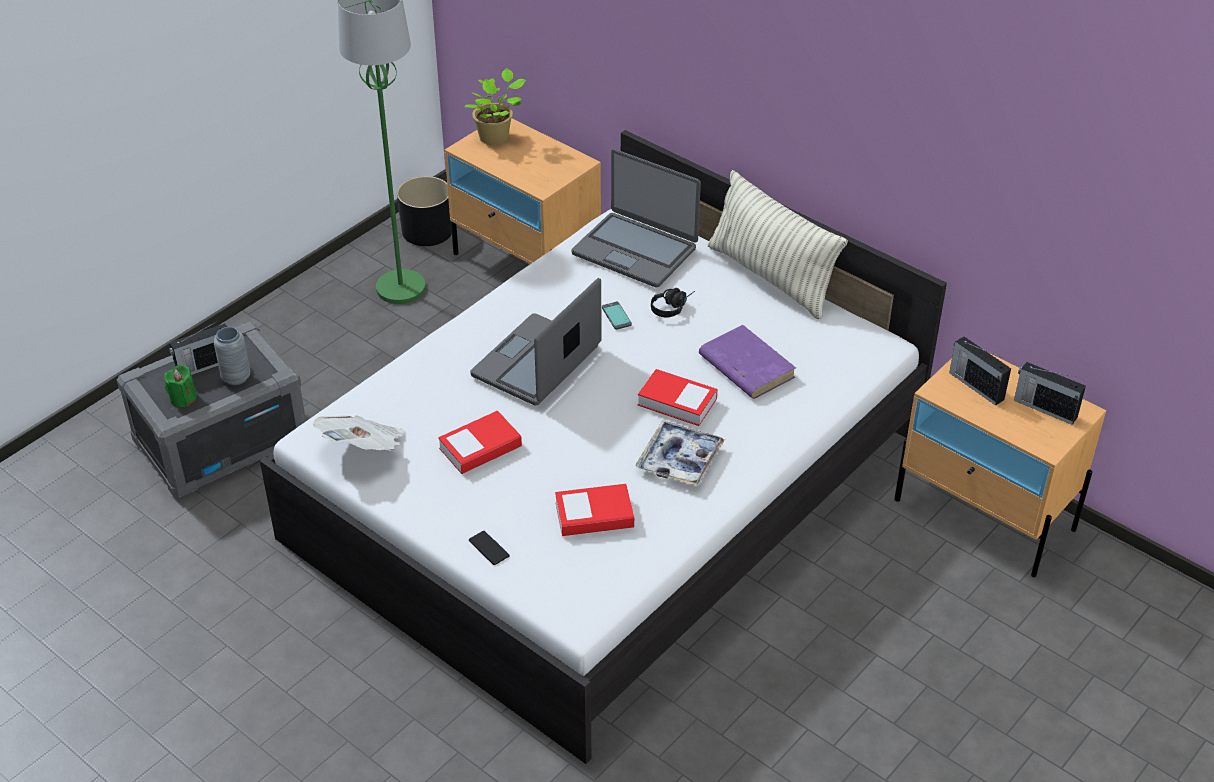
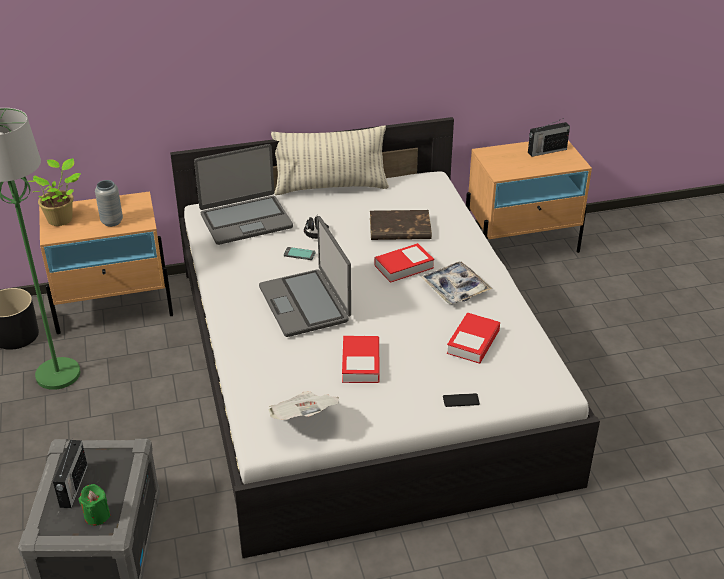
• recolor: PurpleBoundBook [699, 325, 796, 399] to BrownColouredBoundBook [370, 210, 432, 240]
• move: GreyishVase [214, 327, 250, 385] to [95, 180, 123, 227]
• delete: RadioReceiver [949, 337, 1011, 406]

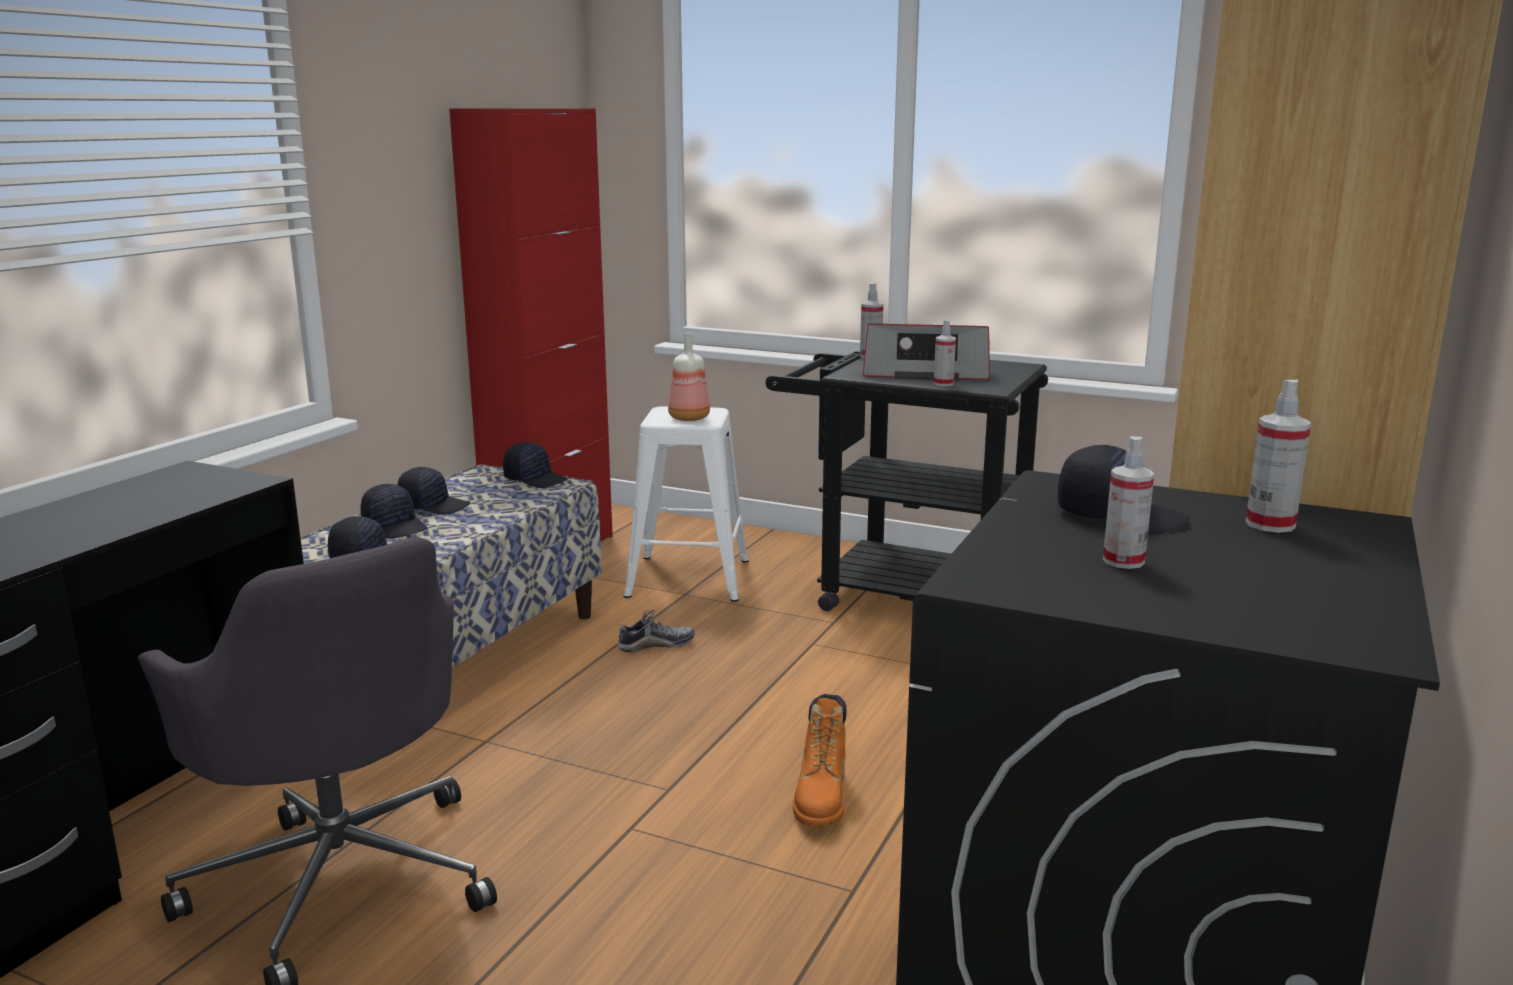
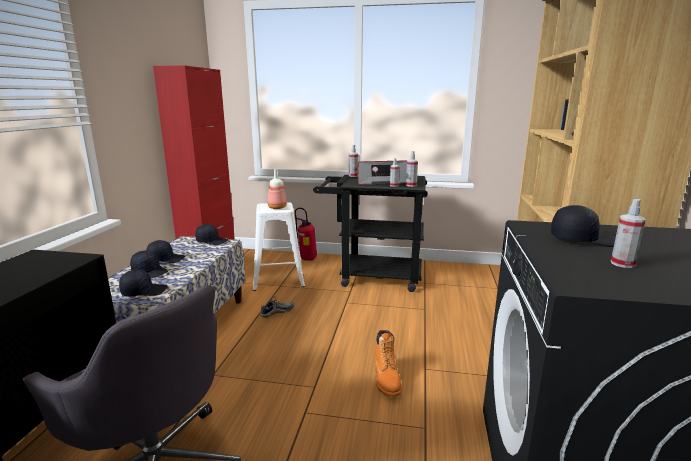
• move: HandSprayer [1246, 380, 1311, 533] to [406, 151, 418, 187]
• insert: Extinguisher [295, 208, 317, 261]

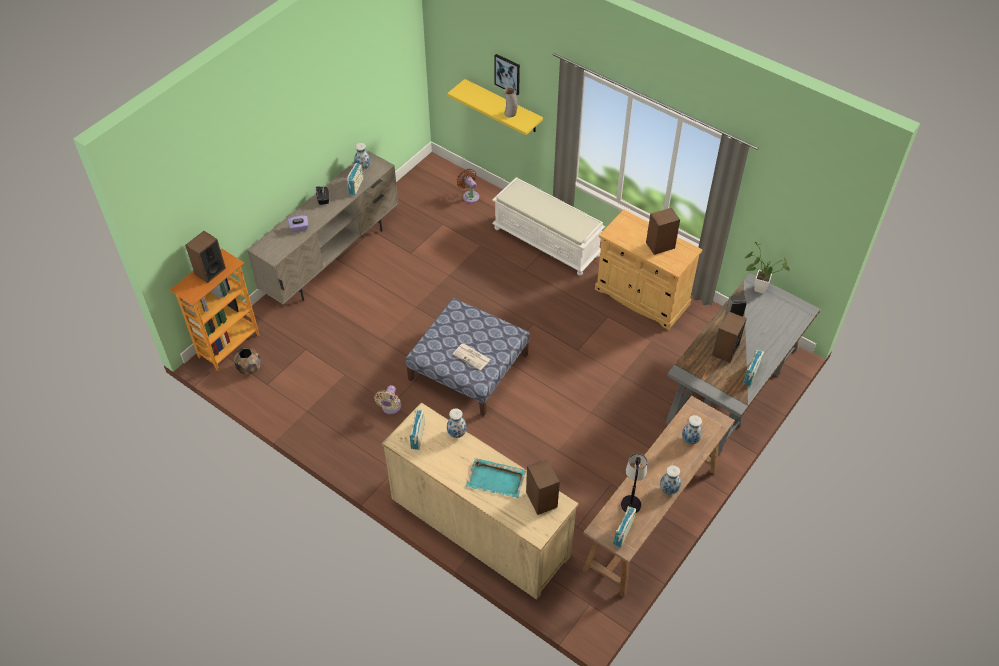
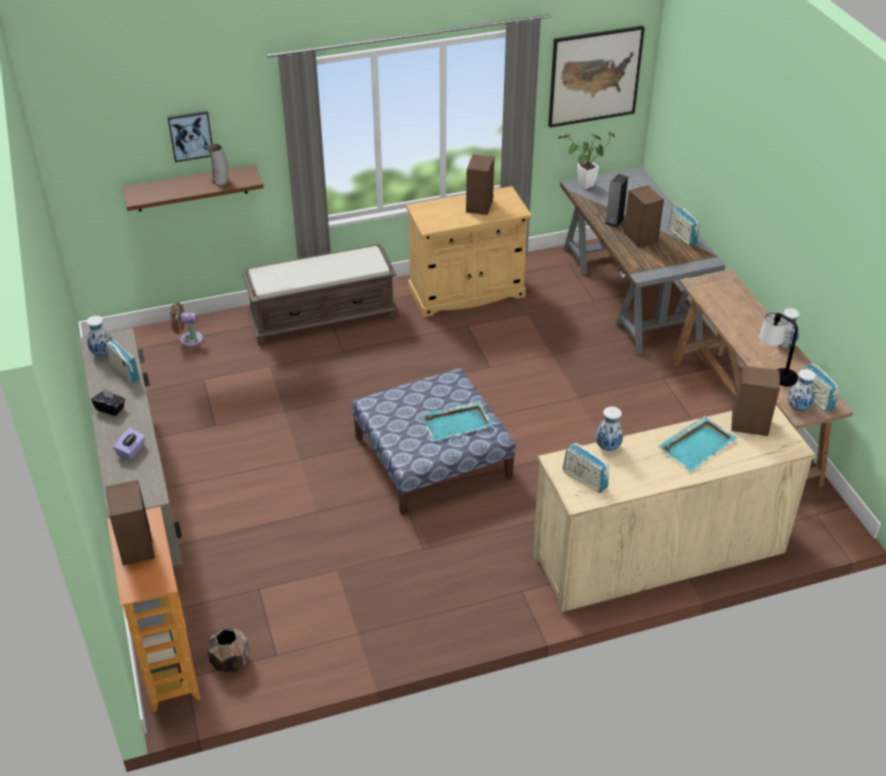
• recolor: YellowColouredWallShelf [447, 79, 543, 135] to BrownColouredWallShelf [122, 165, 264, 212]
• recolor: WhiteColouredIndoorBench [492, 177, 605, 276] to BrownColouredIndoorBench [242, 244, 398, 345]
• replace: DailyPaper [453, 343, 491, 371] to BlueGreenTray [421, 401, 493, 441]
• delete: SandColouredFan [374, 385, 401, 415]
• move: Vase [682, 415, 702, 444] to [788, 369, 816, 411]
• insert: WallArt [548, 26, 645, 127]

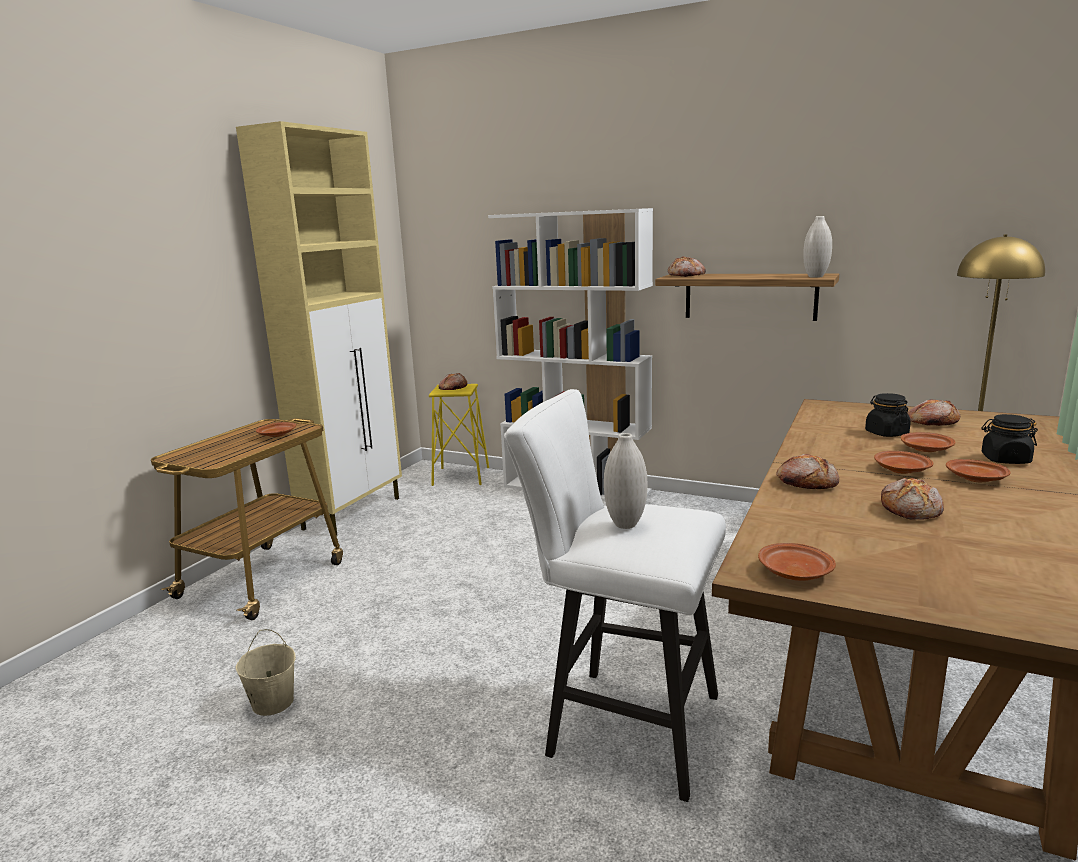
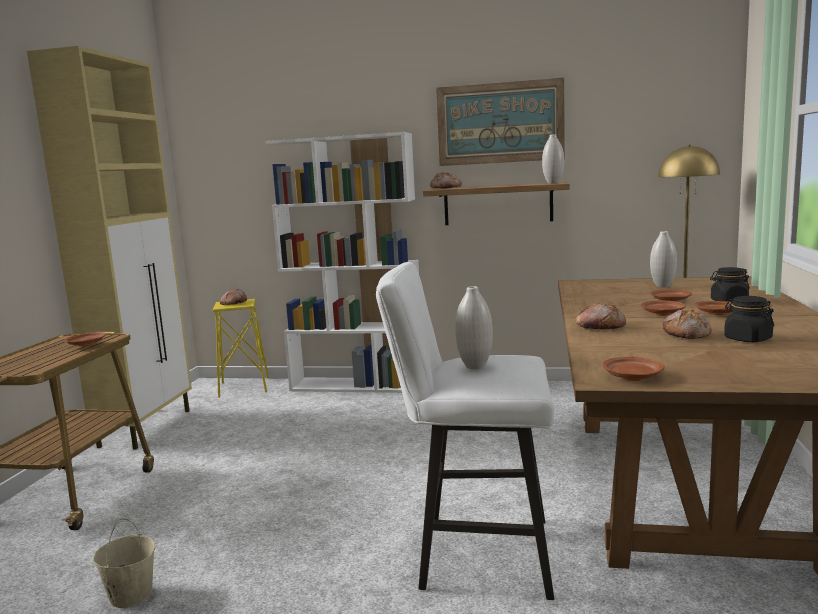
• move: BlackStorageJar [865, 393, 911, 437] to [724, 296, 774, 342]
• replace: Bread [907, 399, 960, 426] to WhiteColouredVase [650, 231, 677, 287]
• insert: WallArt [436, 78, 565, 166]

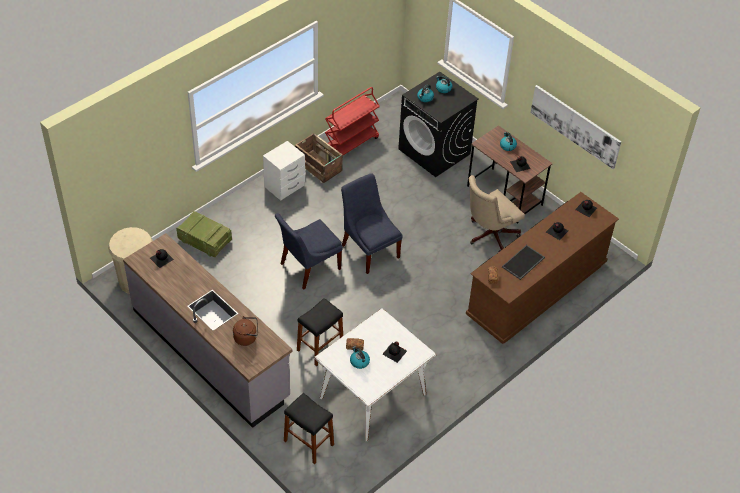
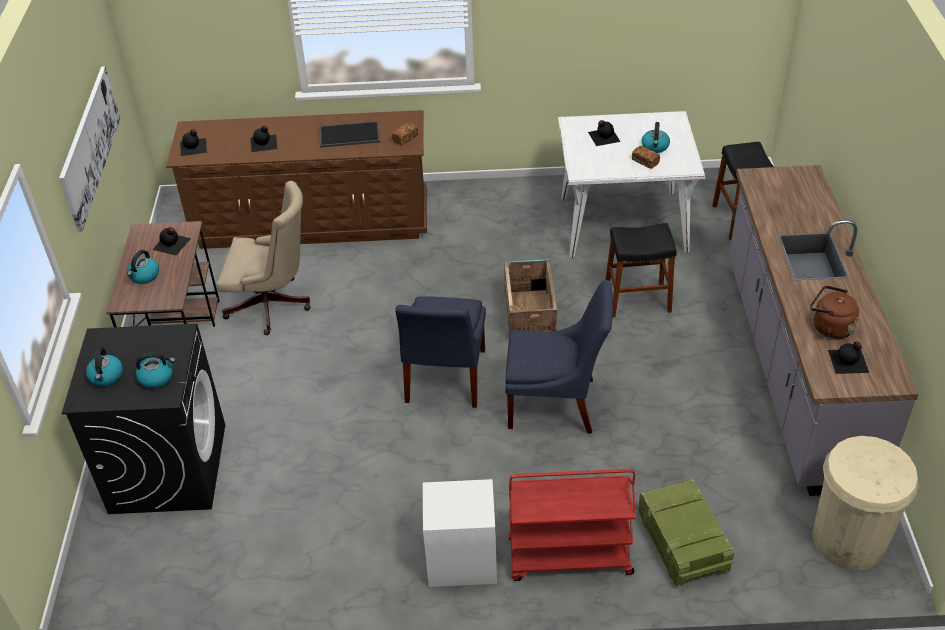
• move: RedCart [325, 87, 380, 155] to [508, 469, 636, 581]
• move: ShippingCrate [295, 133, 343, 183] to [504, 259, 557, 334]
• move: BrownColouredWaterKettle [233, 316, 258, 346] to [810, 286, 859, 339]

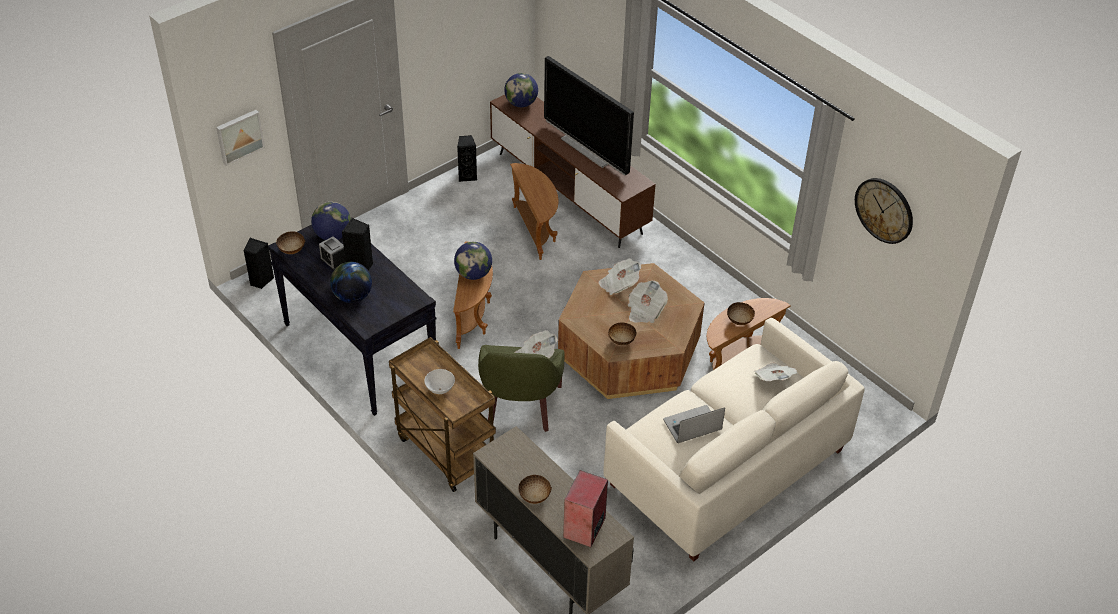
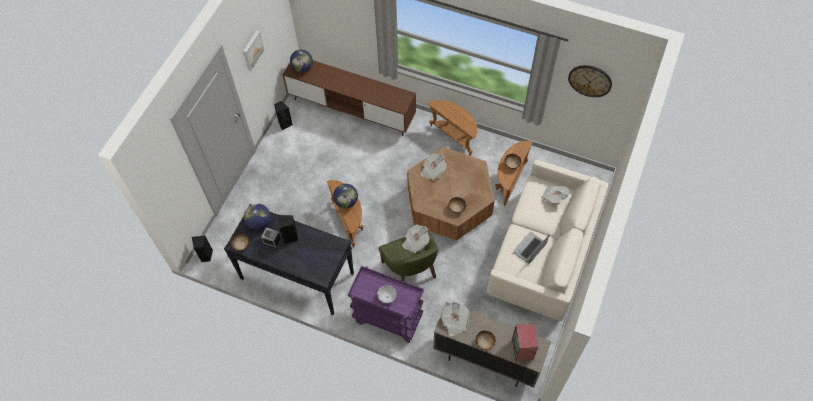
• delete: Tv [544, 56, 634, 176]
• move: WallArt [216, 110, 265, 166] to [243, 30, 265, 71]
• move: BrownColouredAccentTable [510, 163, 558, 260] to [428, 100, 477, 155]
• delete: DeskGlobe [330, 262, 372, 303]
• move: DailyPaper [628, 280, 668, 323] to [441, 302, 470, 336]
• recolor: BrownColouredCart [389, 337, 496, 492] to PurpleCart [348, 266, 423, 343]

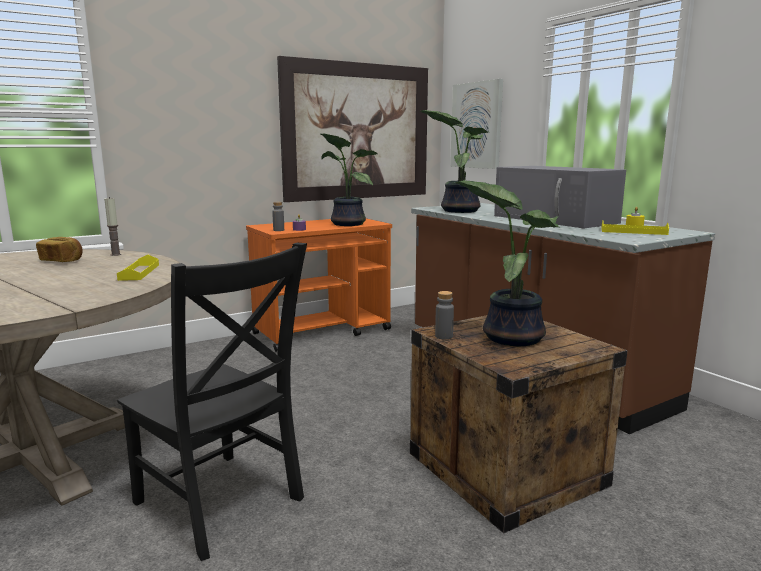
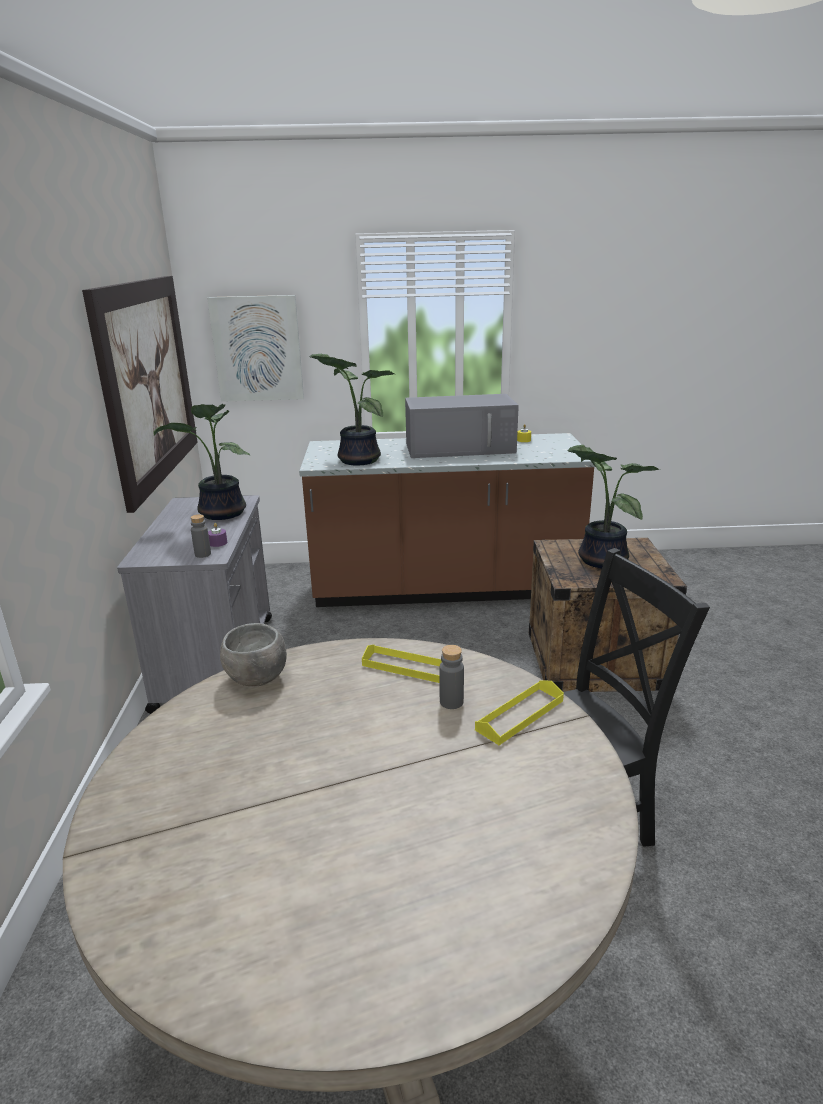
• replace: WaxCandle [104, 197, 121, 256] to GreyishDeepDish [220, 623, 287, 686]
• recolor: OrangeyCart [246, 218, 392, 352] to GreyishCart [117, 495, 272, 714]
• move: YellowColouredTray [601, 221, 669, 235] to [475, 680, 564, 745]
• delete: Bread [36, 237, 83, 262]
• move: GreyishDrinkBottle [435, 291, 454, 340] to [439, 645, 464, 709]

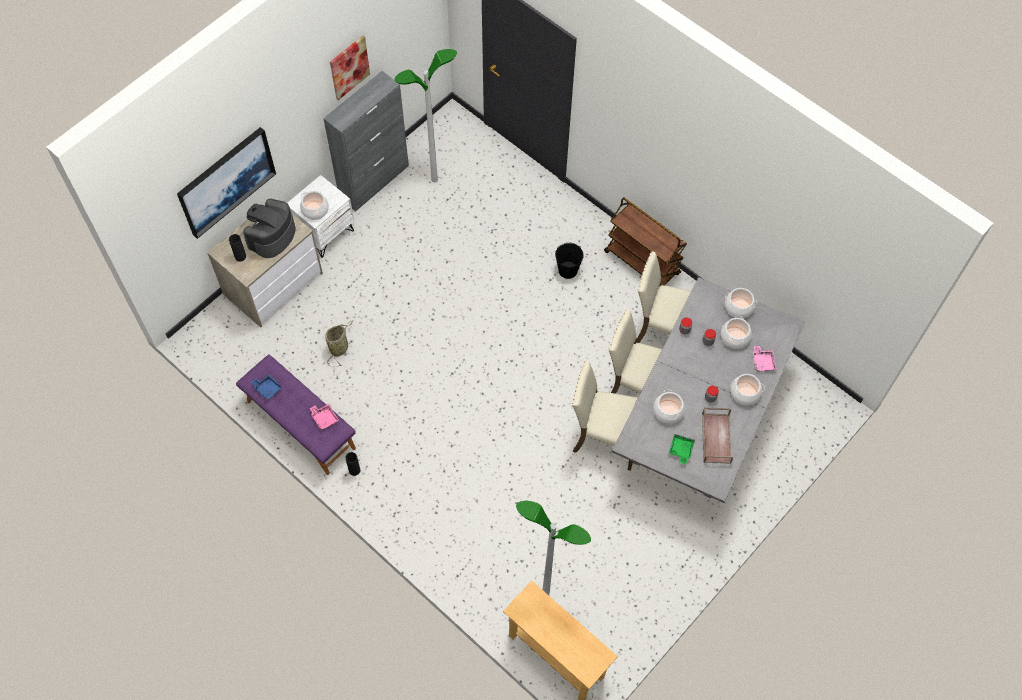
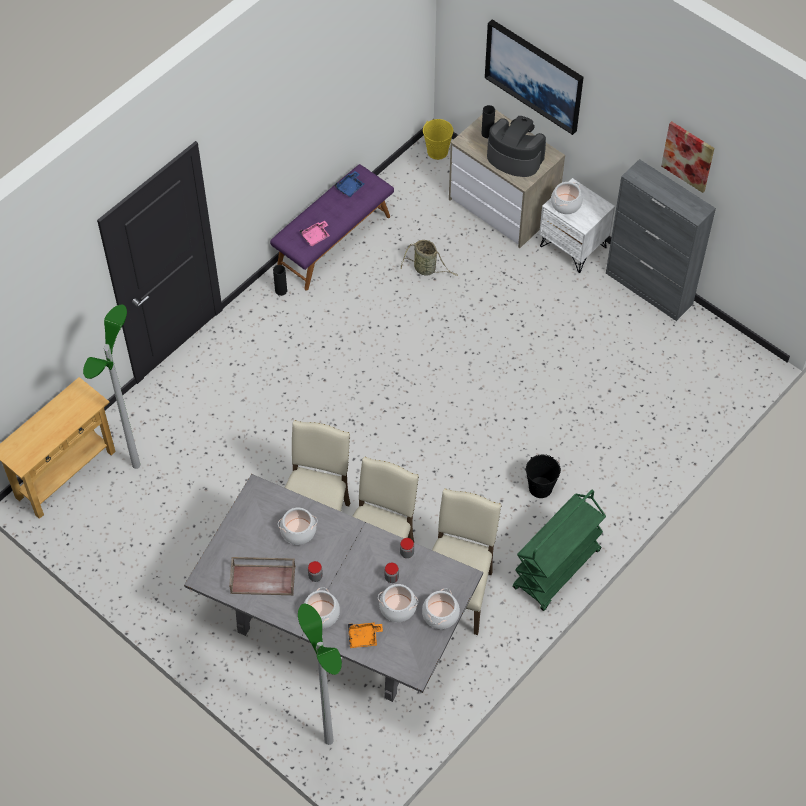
• move: StandingLamp [394, 49, 457, 183] to [298, 604, 342, 745]
• recolor: BrownColouredCart [604, 197, 687, 285] to GreenCart [513, 490, 606, 611]
• recolor: PinkColouredTray [753, 346, 777, 372] to OrangeyTray [348, 622, 383, 648]
• delete: GreenTray [669, 434, 695, 464]
• insert: YellowColouredPail [423, 119, 453, 160]

